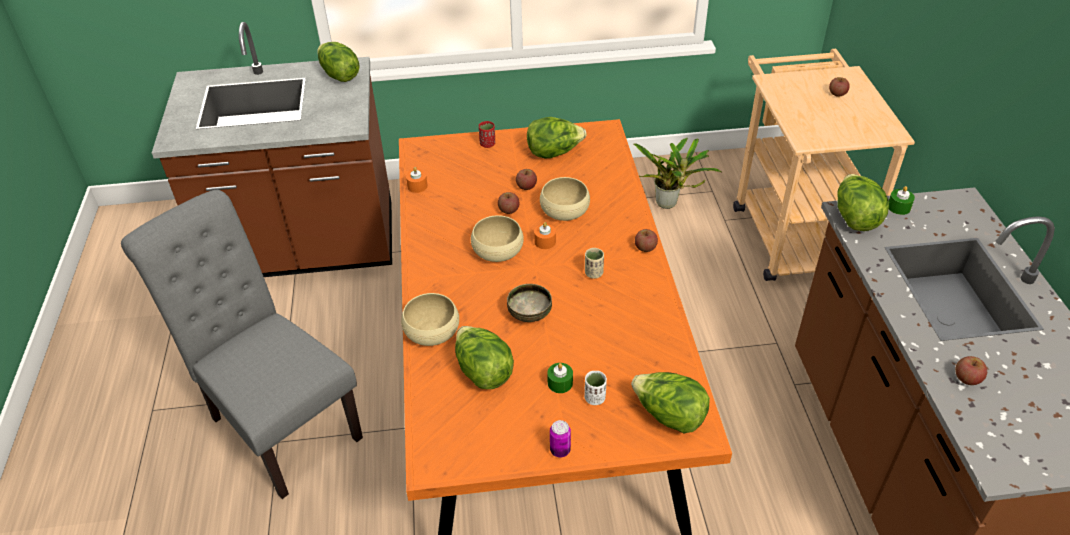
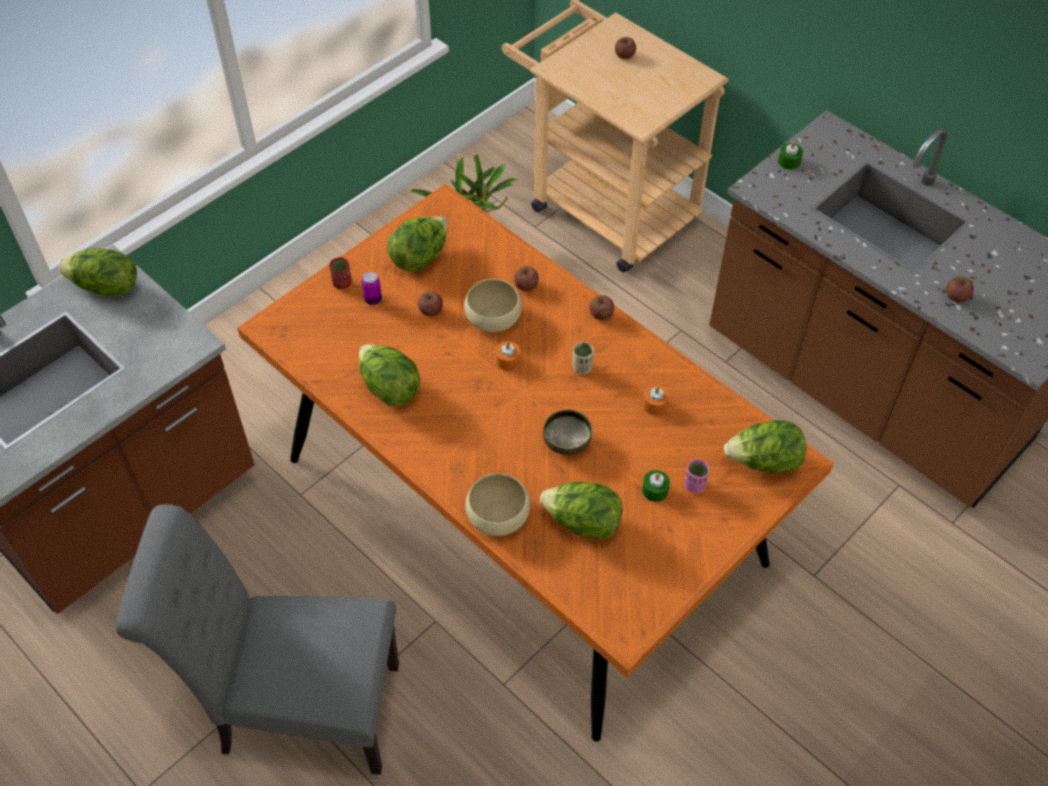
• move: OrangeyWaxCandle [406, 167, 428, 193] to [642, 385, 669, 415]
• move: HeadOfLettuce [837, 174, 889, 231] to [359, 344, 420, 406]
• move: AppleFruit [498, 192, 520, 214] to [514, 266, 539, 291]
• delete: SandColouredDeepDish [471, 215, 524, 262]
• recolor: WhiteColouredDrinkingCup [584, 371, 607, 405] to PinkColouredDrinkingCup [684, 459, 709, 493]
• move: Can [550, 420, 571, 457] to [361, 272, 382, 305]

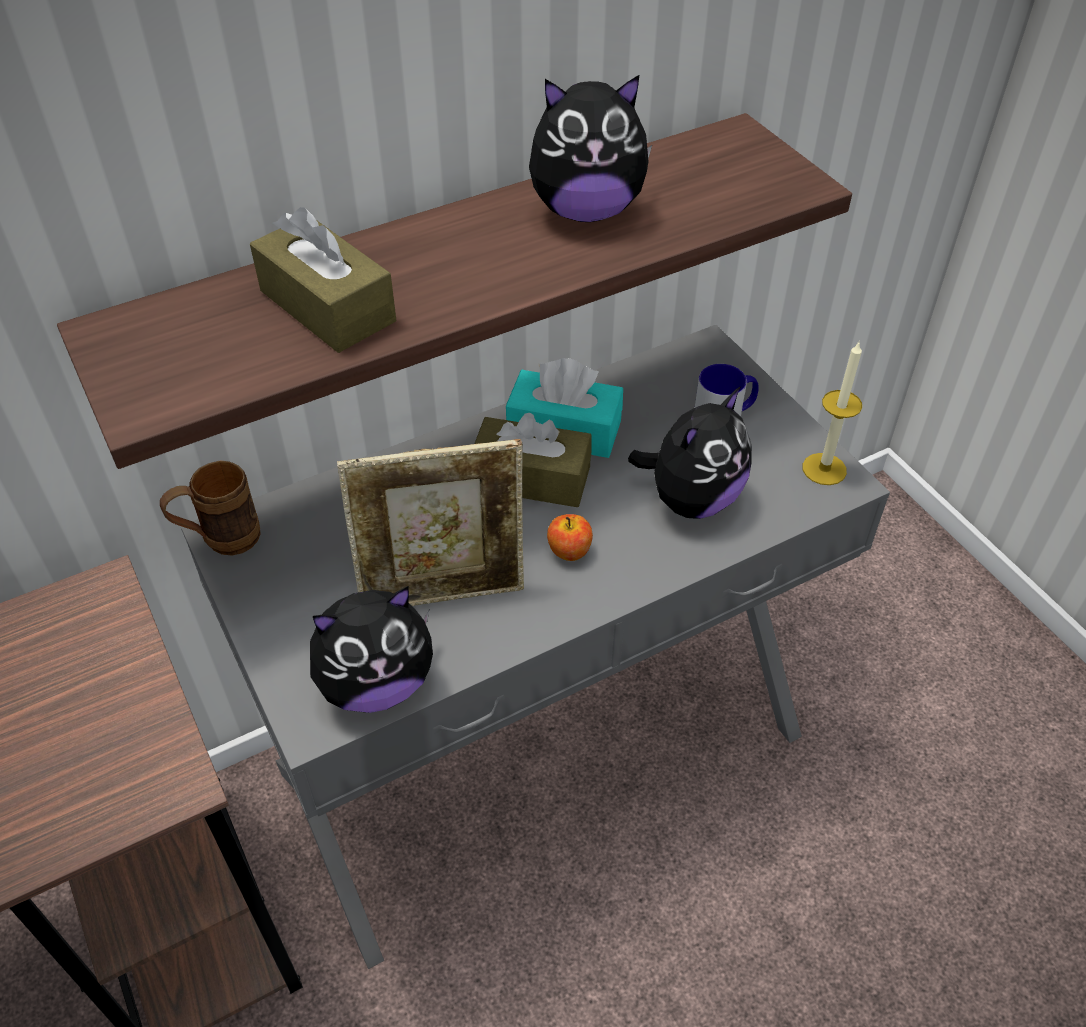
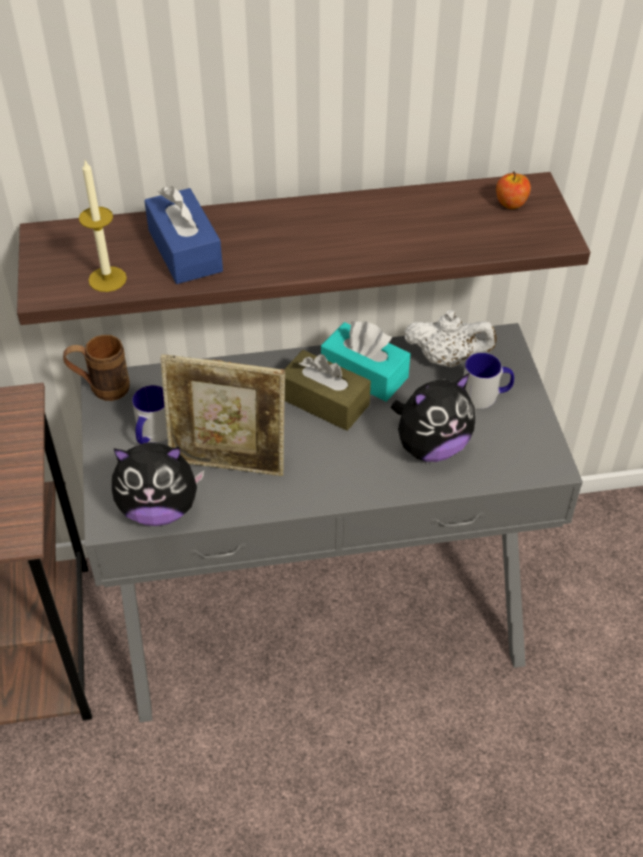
• delete: CuddlyToy [529, 74, 652, 222]
• recolor: BrownColouredTissueHolder [250, 207, 396, 353] to BluishTissueHolder [144, 186, 223, 284]
• move: WaxCandle [803, 342, 862, 485] to [79, 160, 127, 292]
• move: AppleFruit [547, 514, 593, 561] to [496, 171, 531, 209]
• insert: WhiteColouredTeaPot [404, 310, 497, 367]
• insert: CoffeeMug [132, 385, 168, 444]

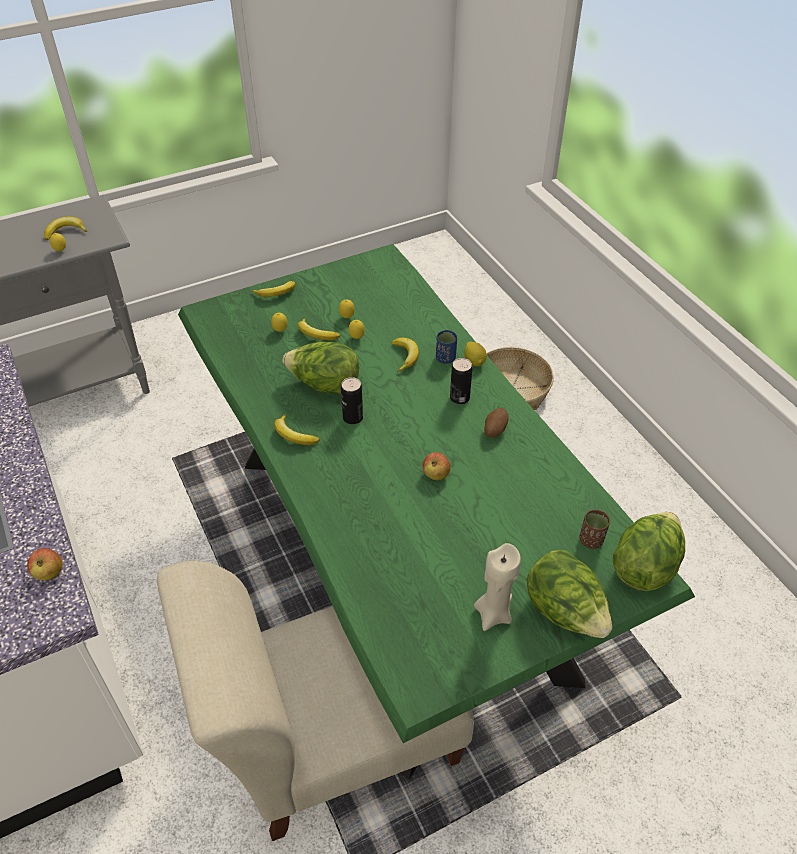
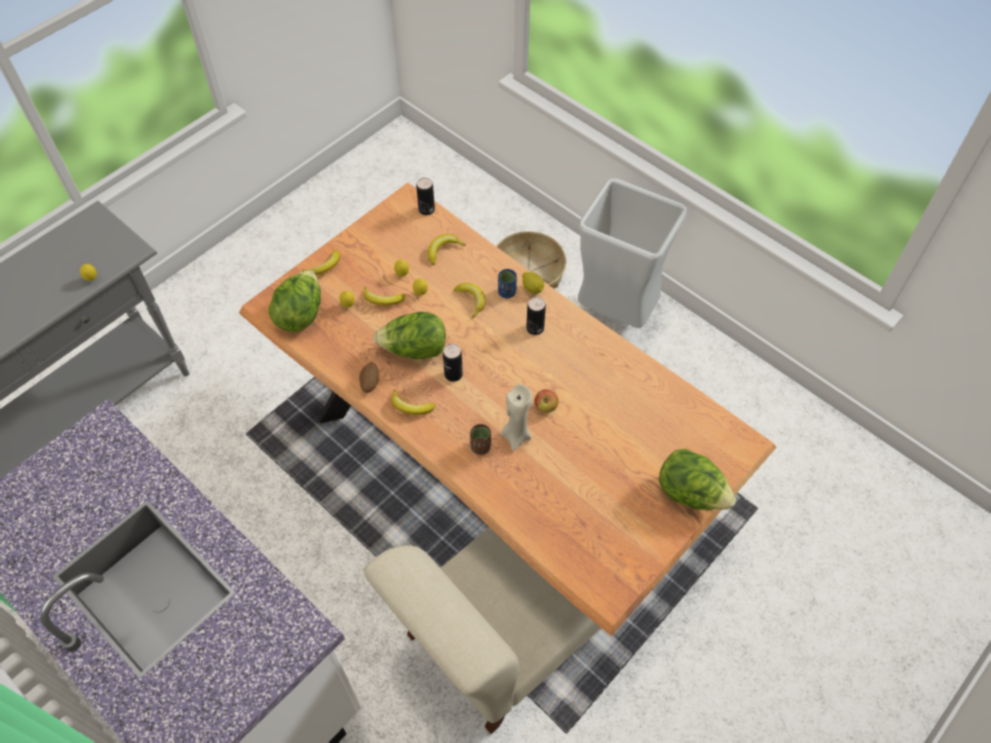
• move: Banana [44, 217, 87, 240] to [428, 234, 466, 265]
• recolor: GreenDiningTable [178, 244, 695, 779] to BrownColouredDiningTable [239, 183, 777, 636]
• move: Spud [484, 408, 509, 438] to [359, 362, 379, 393]
• move: BrownColouredDrinkingCup [579, 510, 610, 549] to [470, 424, 491, 455]
• move: HeadOfLettuce [613, 512, 685, 591] to [268, 270, 321, 332]
• move: SandColouredWaxCandle [474, 543, 521, 631] to [501, 384, 532, 451]
• delete: AppleFruit [27, 548, 63, 580]
• insert: Can [416, 178, 435, 215]
• insert: GreyishTrashCan [578, 179, 687, 328]

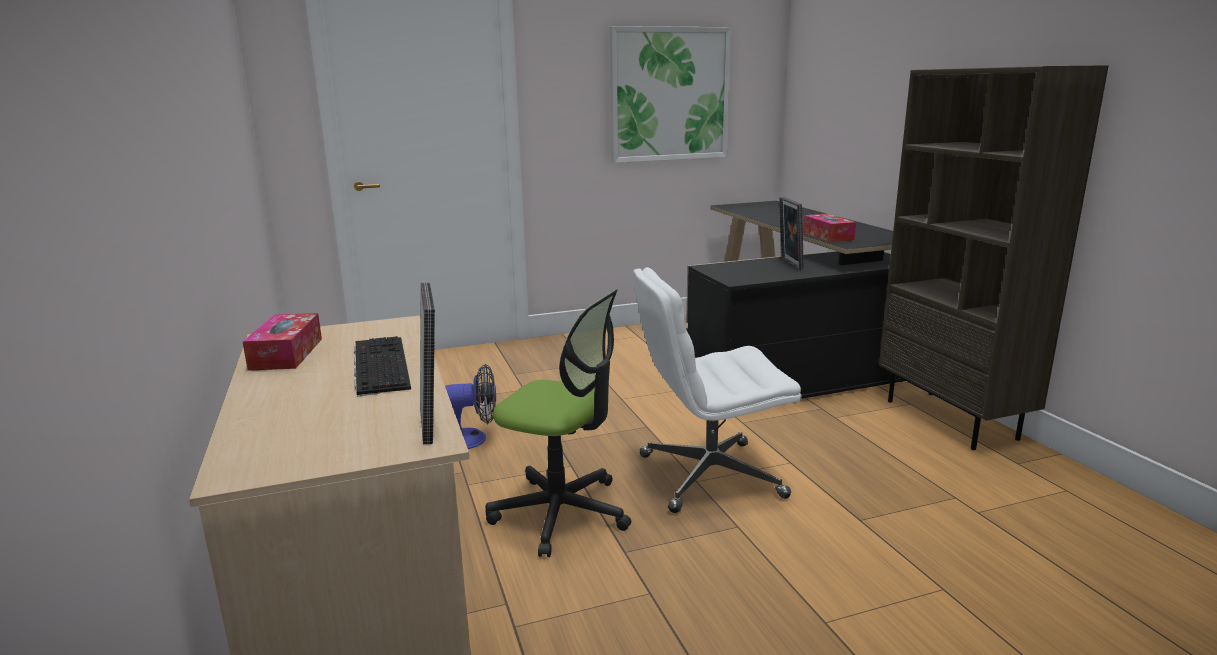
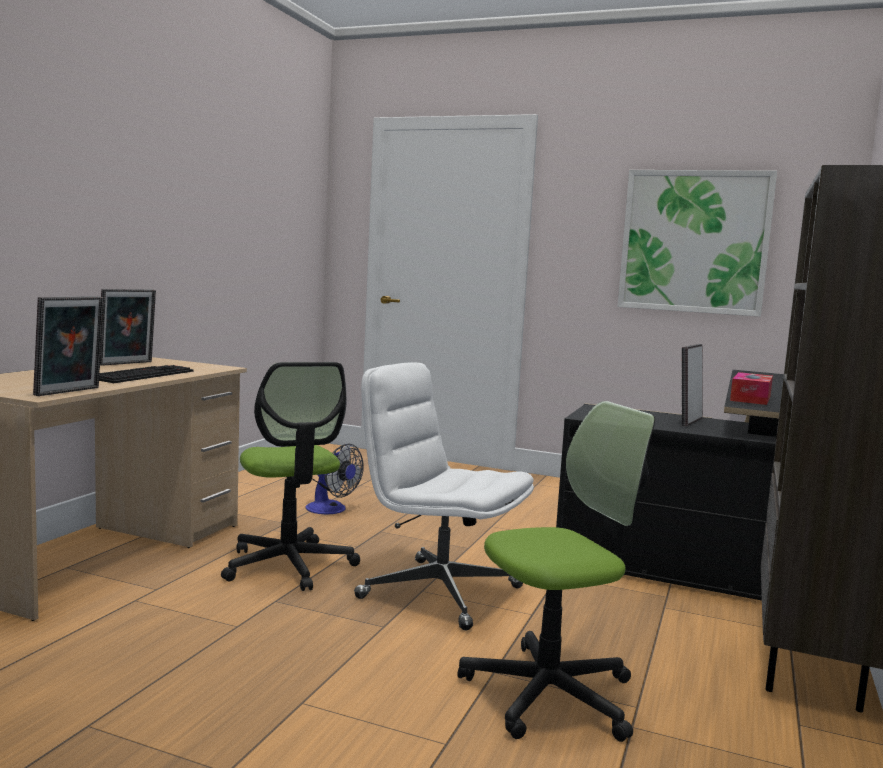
• replace: TissueHolder [242, 313, 322, 371] to PhotoFrame [100, 289, 156, 366]
• insert: ComputerChair [457, 401, 655, 742]

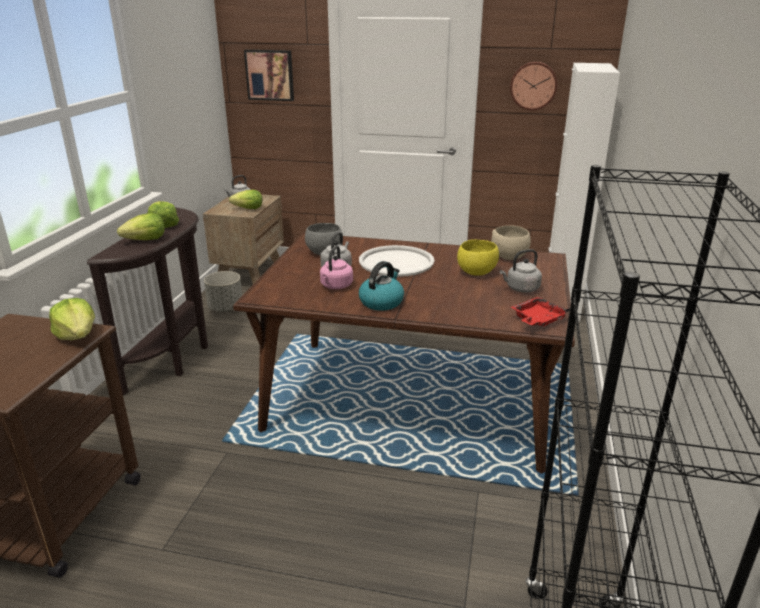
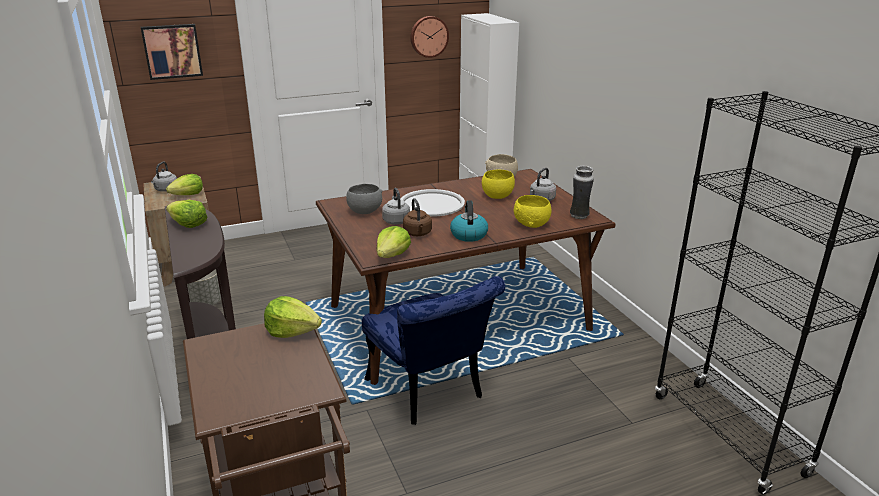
• move: HeadOfLettuce [117, 213, 165, 240] to [376, 226, 411, 258]
• recolor: PinkColouredWaterKettle [320, 246, 353, 289] to BrownColouredWaterKettle [403, 198, 432, 236]
• replace: RedTray [511, 297, 570, 327] to Vase [570, 166, 594, 219]
• insert: YellowColouredDeepDish [514, 195, 552, 228]
• insert: BluishPlainChair [362, 276, 505, 425]

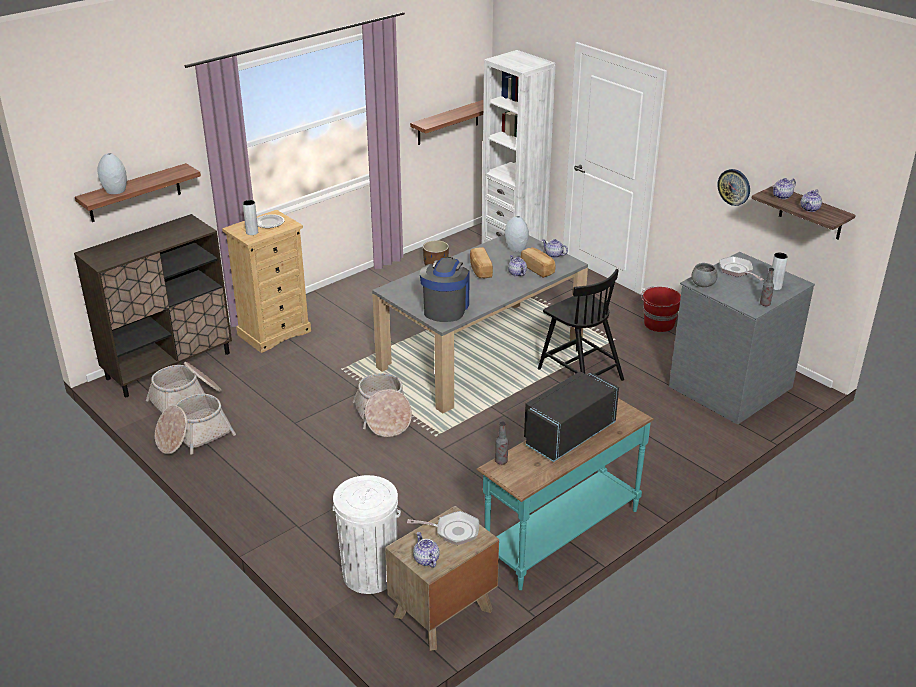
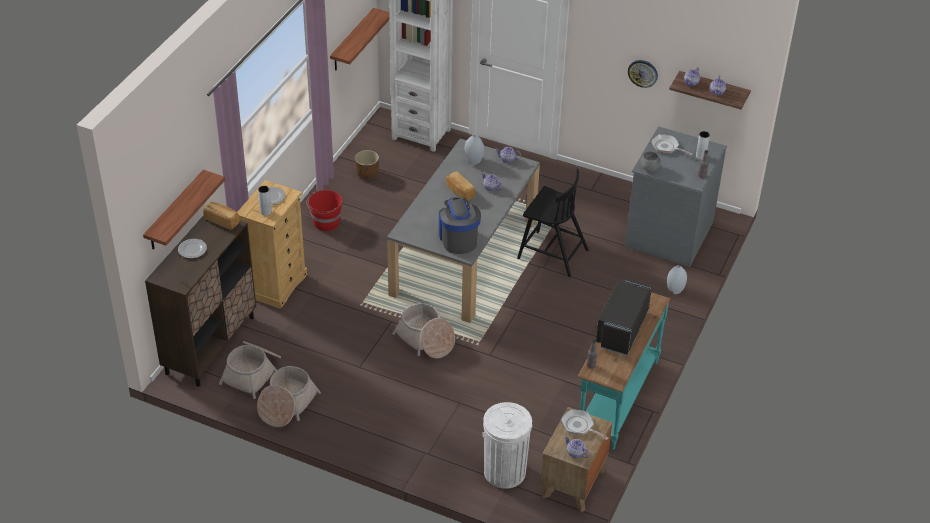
• move: GreyishVase [97, 153, 127, 194] to [667, 265, 687, 294]
• move: Bread [521, 247, 556, 278] to [203, 202, 240, 230]
• move: RedPail [641, 286, 681, 332] to [307, 190, 342, 231]
• rotate: Skillet [407, 511, 479, 545] = [561, 409, 609, 440] 120 degrees counterclockwise
• insert: DinnerPlate [178, 239, 207, 258]

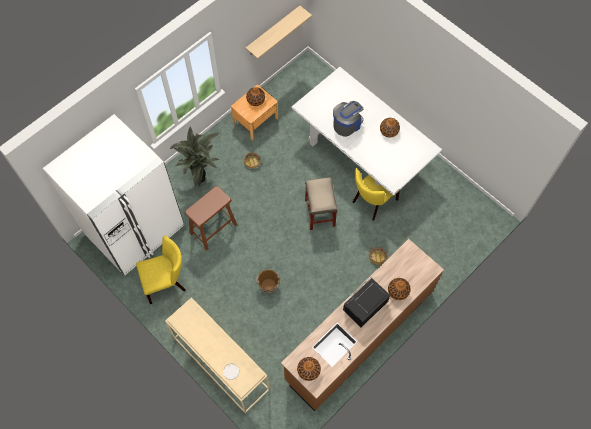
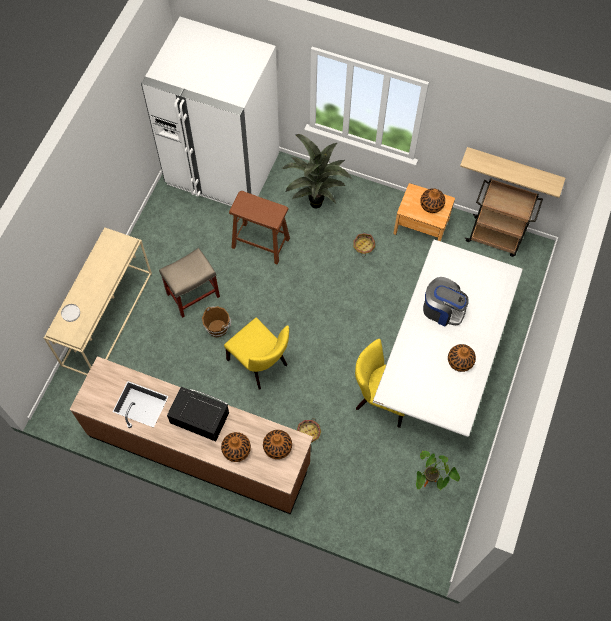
• move: SandColouredSittingStool [305, 177, 337, 230] to [159, 248, 220, 318]
• move: YellowColouredPlainChair [136, 235, 186, 304] to [224, 317, 289, 389]
• move: Vase [297, 357, 321, 381] to [263, 430, 292, 459]
• insert: BrownColouredCart [464, 178, 543, 257]
• insert: Houseplant [416, 451, 460, 490]

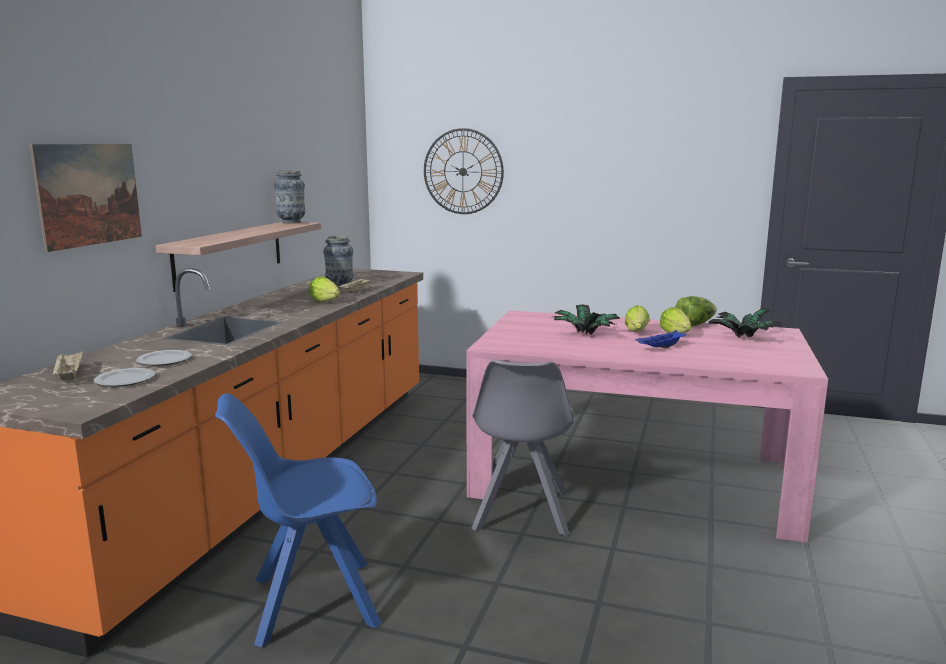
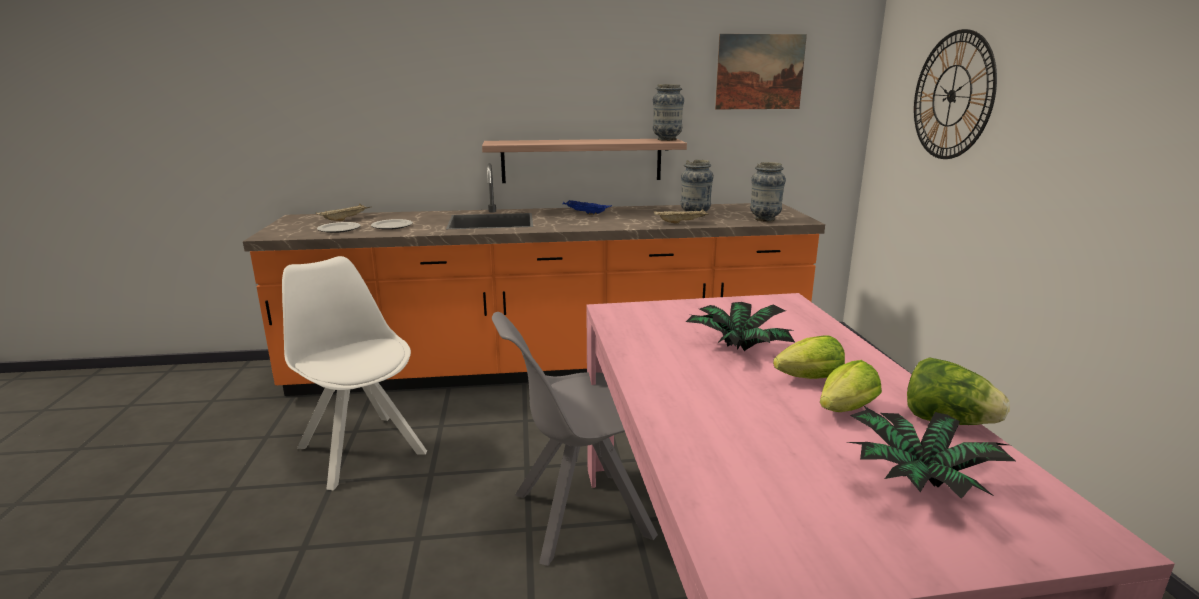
• move: WallArt [30, 144, 142, 252] to [715, 34, 807, 109]
• delete: HeadOfLettuce [309, 277, 340, 302]
• move: BluishTray [635, 330, 686, 348] to [563, 200, 612, 215]
• recolor: BluishPlainChair [215, 393, 382, 647] to WhiteColouredPlainChair [282, 256, 427, 490]
• insert: Vase [750, 162, 786, 222]

